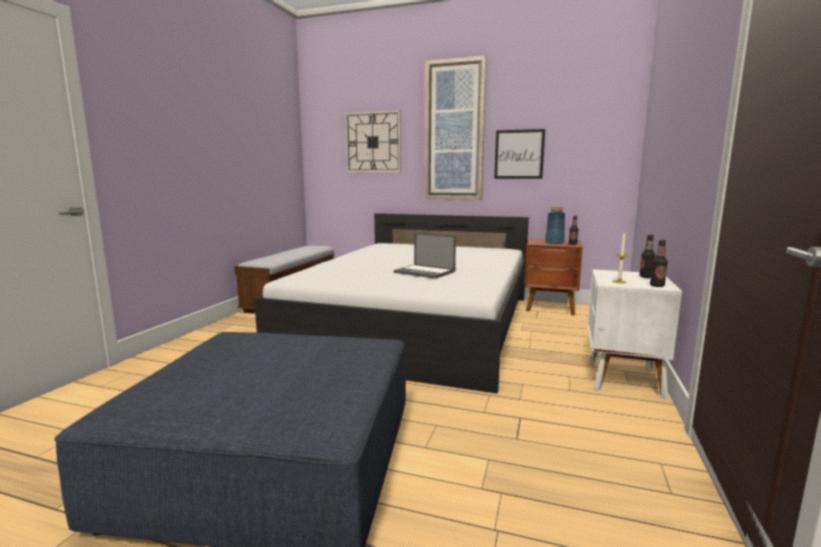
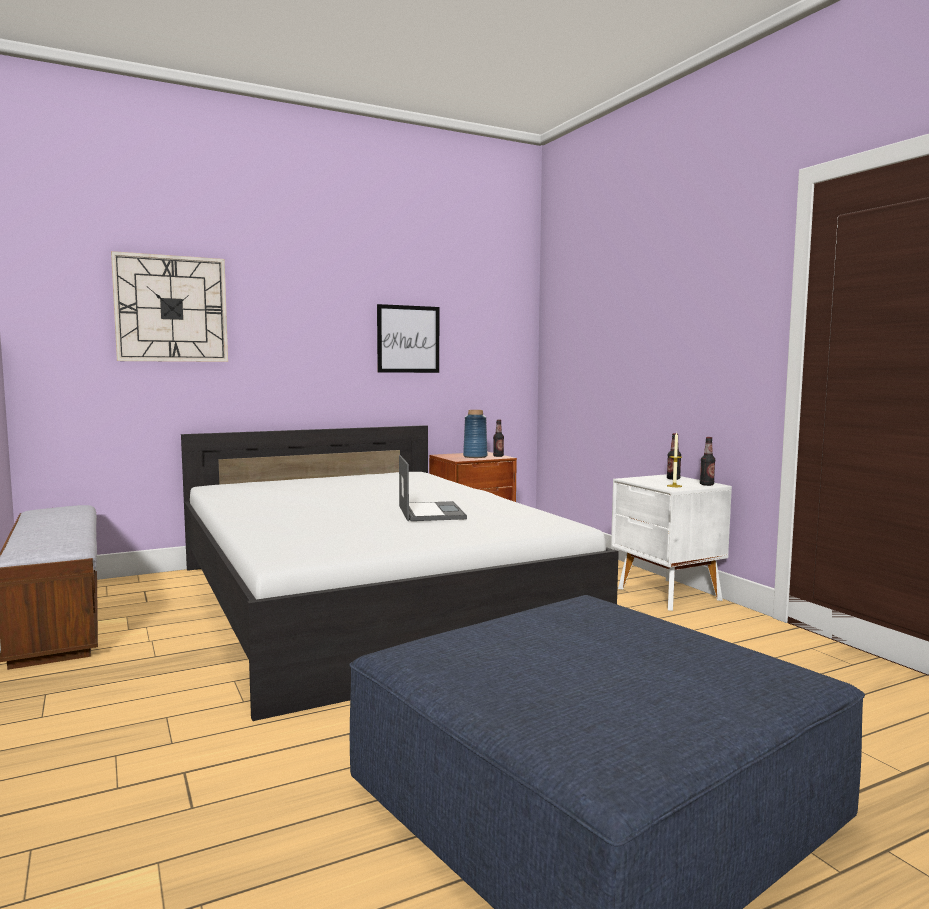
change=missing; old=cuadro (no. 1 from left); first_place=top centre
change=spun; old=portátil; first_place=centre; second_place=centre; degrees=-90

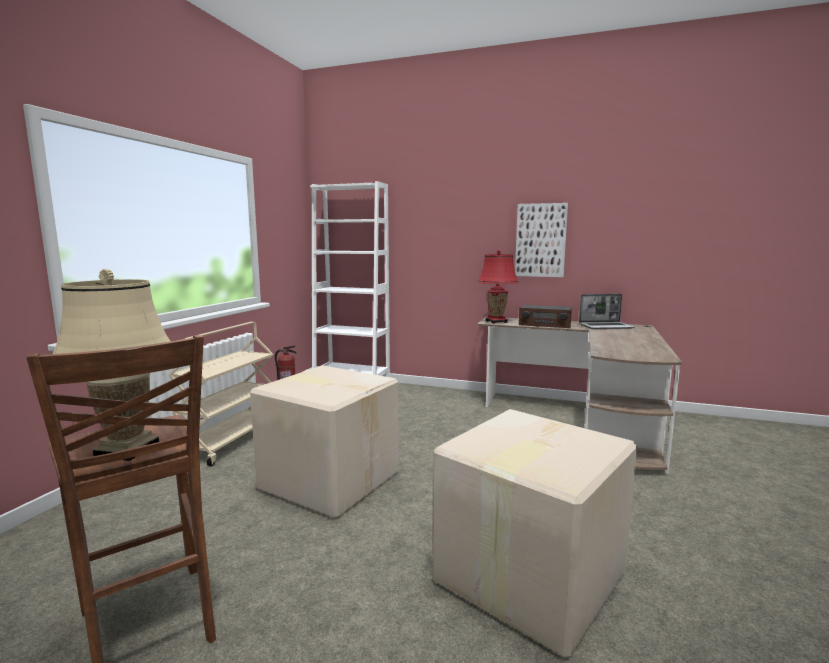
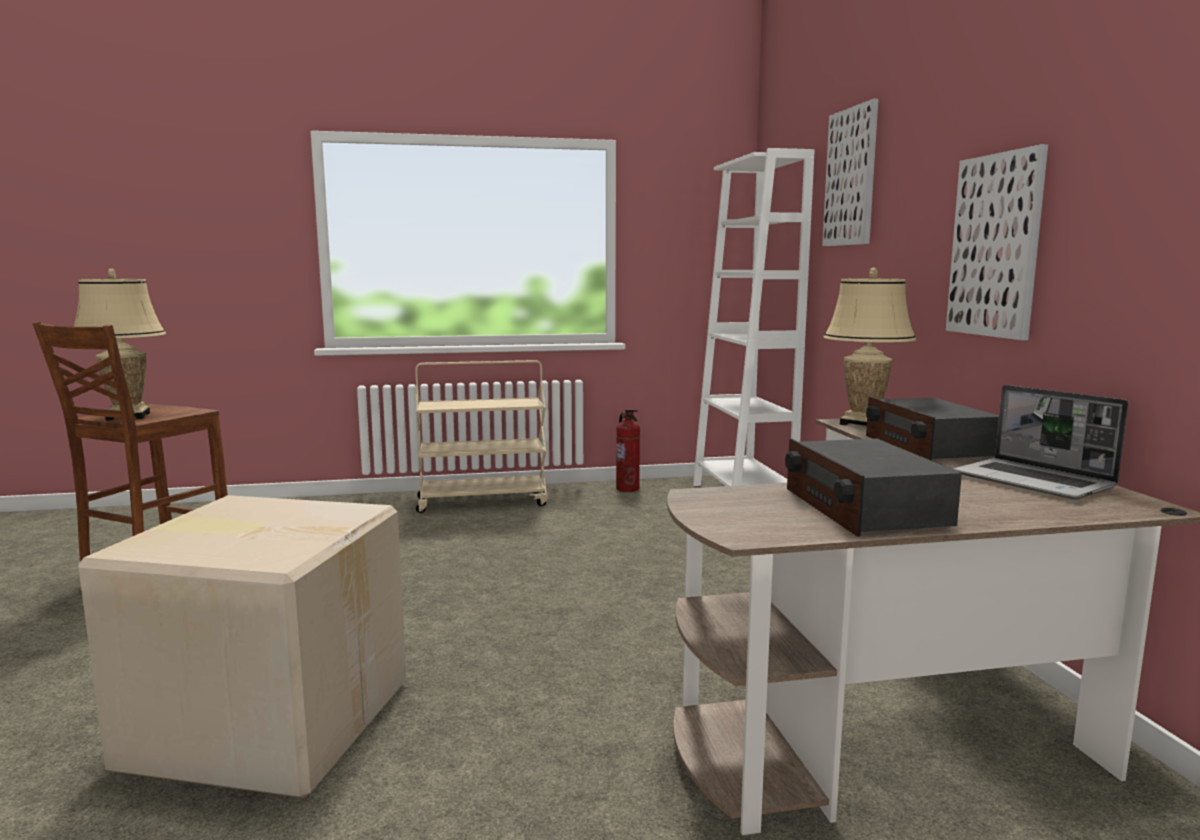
change=colour; old=lámpara de mesa [rojo]; new=lámpara de mesa [beis] (no. 2 from left); first_place=centre; second_place=middle right
change=missing; old=caja de cartón (no. 1 from left); first_place=centre
change=appeared; new=cuadro (no. 1 from left); second_place=top right
change=appeared; new=radio (no. 1 from left); second_place=middle right

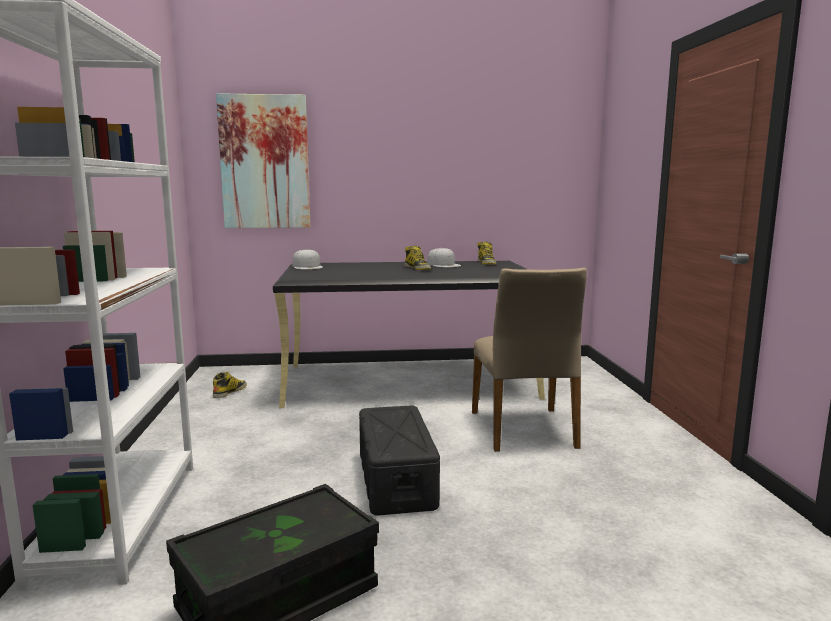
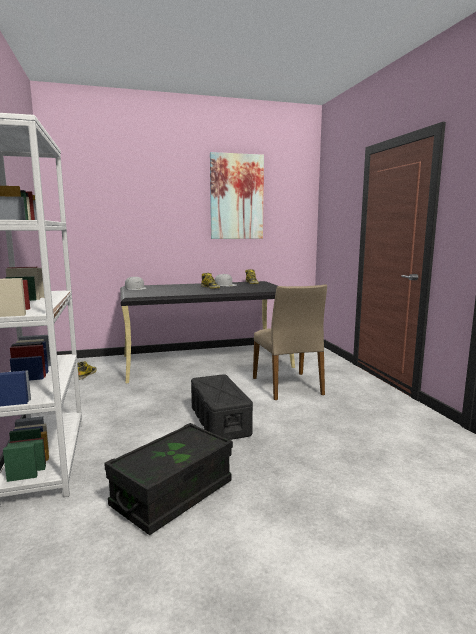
change=relocated; old=cuadro; first_place=top left; second_place=top centre

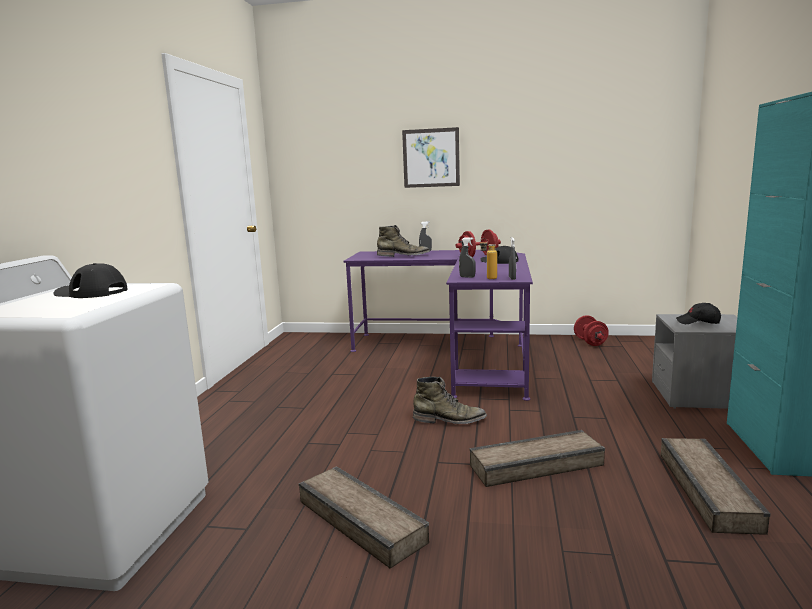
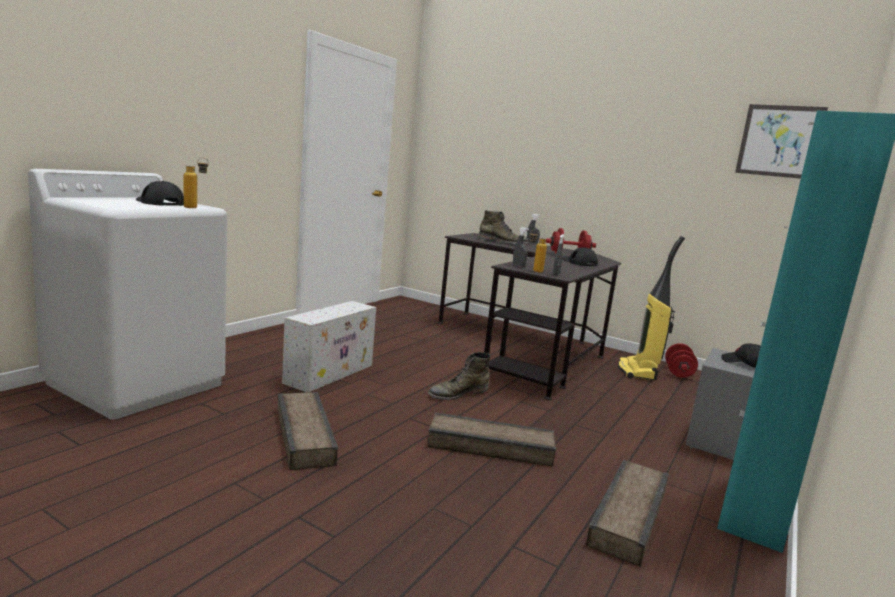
change=relocated; old=cuadro; first_place=top centre; second_place=top right
change=colour; old=escritorio [morado]; new=escritorio [negro]; first_place=centre; second_place=centre
change=spun; old=bota [verde] (no. 2 from left in the first image); first_place=centre; second_place=centre; degrees=120
change=appeared; new=botella (no. 1 from left); second_place=top left
change=appeared; new=aspiradora; second_place=middle right
change=appeared; new=caja de almacenaje [blanco]; second_place=centre

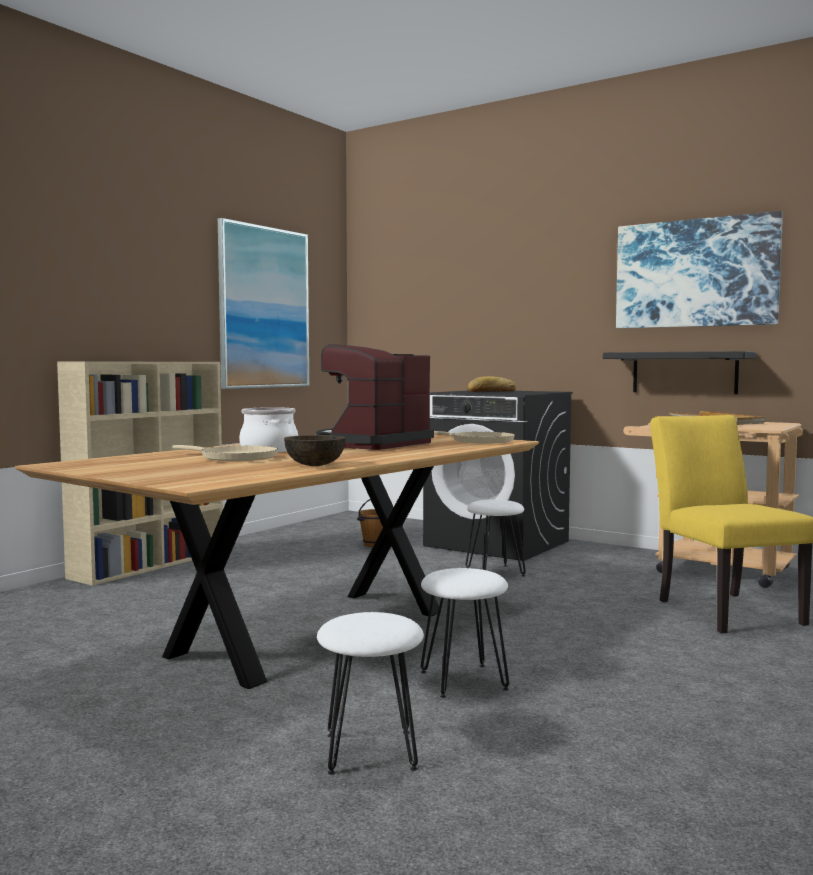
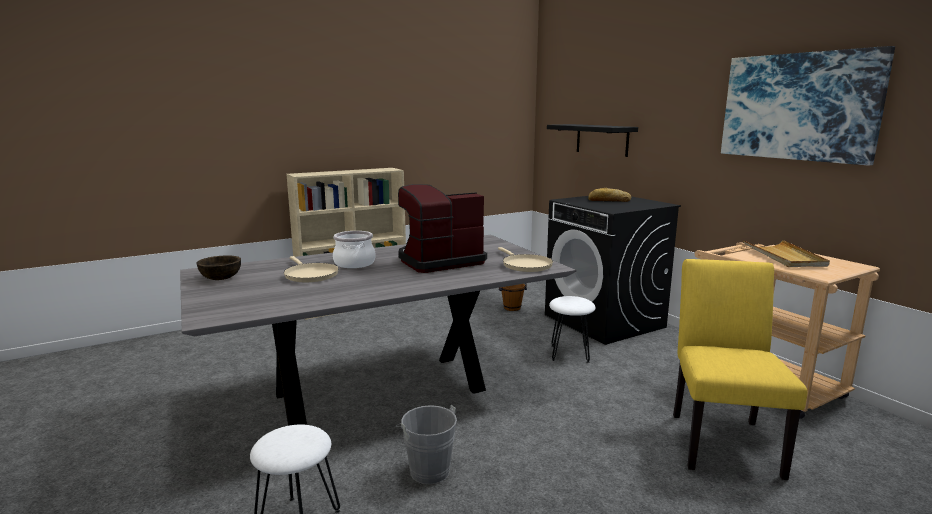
change=missing; old=cuadro (no. 1 from left); first_place=middle left
change=relocated; old=estante [negro]; first_place=middle right; second_place=top centre
change=colour; old=mesa de comedor [marrón]; new=mesa de comedor [gris]; first_place=centre; second_place=centre
change=relocated; old=cuenco [marrón]; first_place=centre; second_place=middle left
change=exchanged; old=taburete [blanco] (no. 2 from left); new=cubo [gris]; first_place=bottom centre; second_place=bottom centre

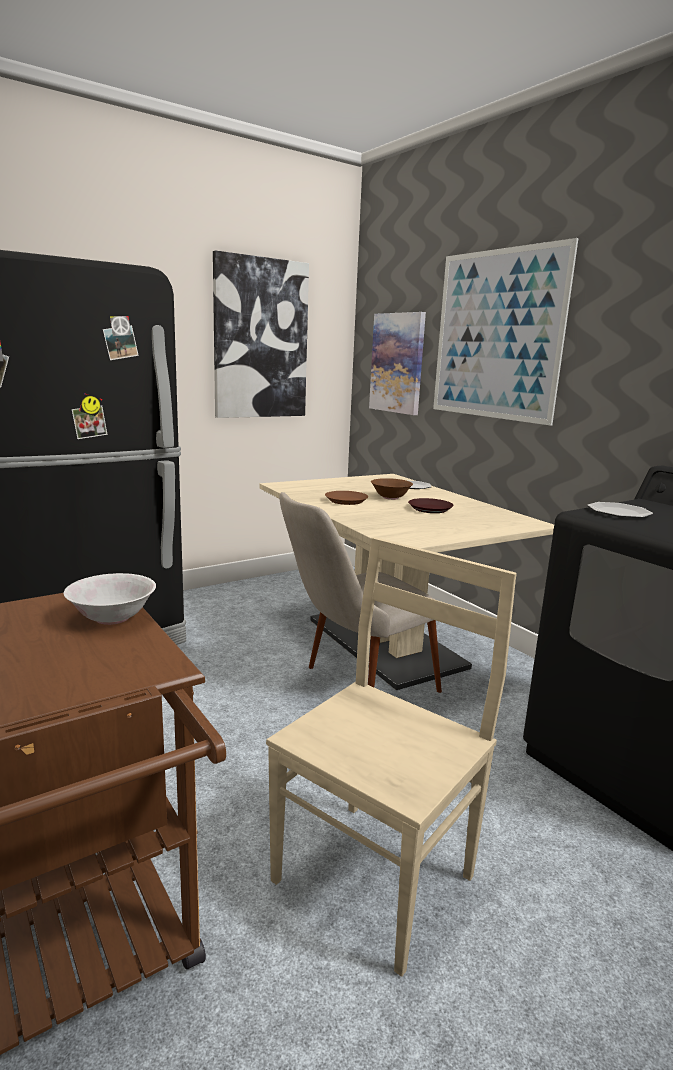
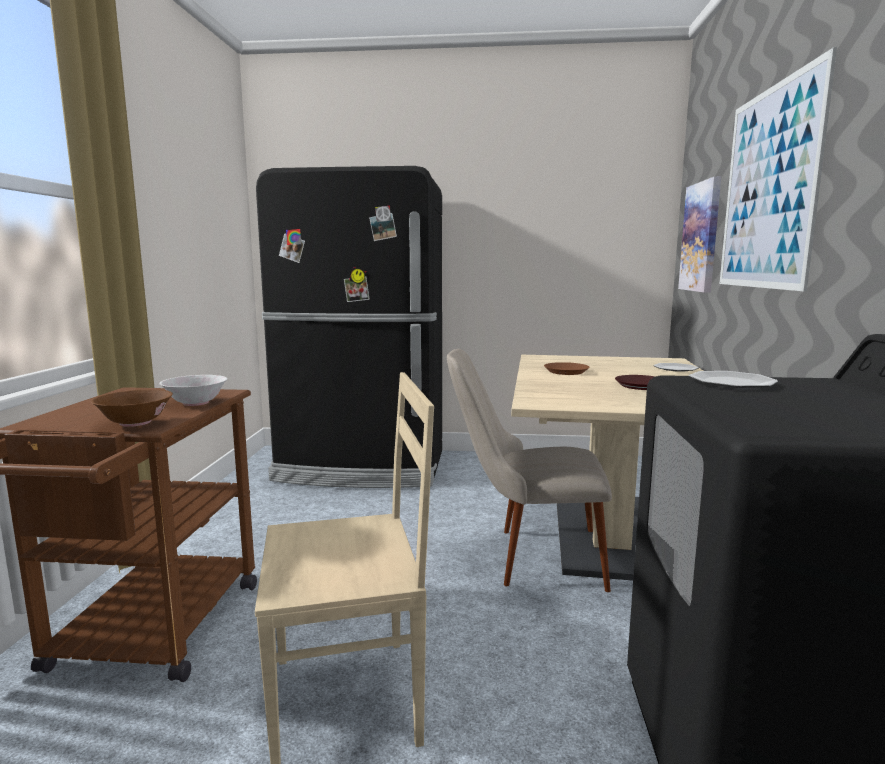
change=missing; old=cuadro (no. 1 from left); first_place=top centre
change=relocated; old=cuenco [marrón]; first_place=centre; second_place=middle left

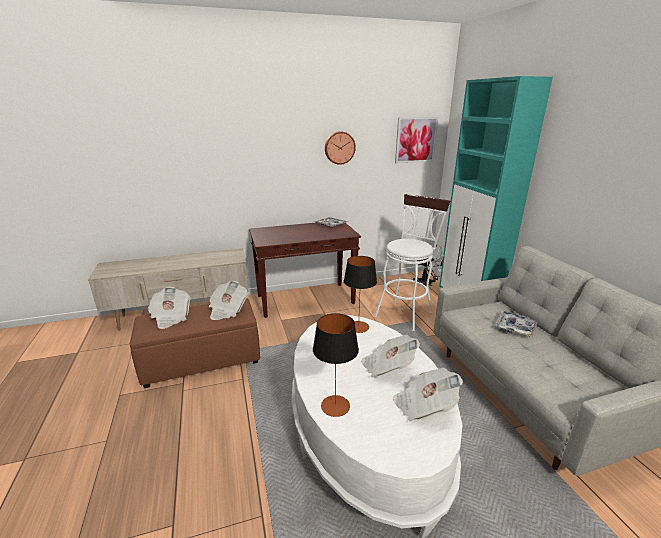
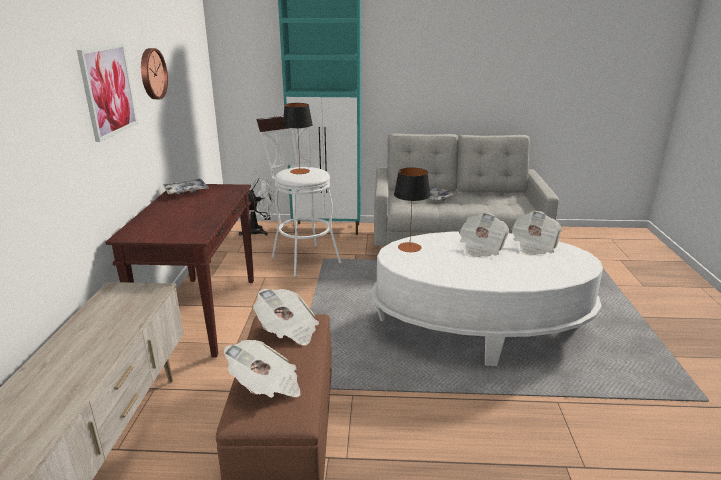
change=relocated; old=cuadro; first_place=top centre; second_place=top left
change=relocated; old=lámpara de mesa (no. 1 from left); first_place=bottom centre; second_place=top centre

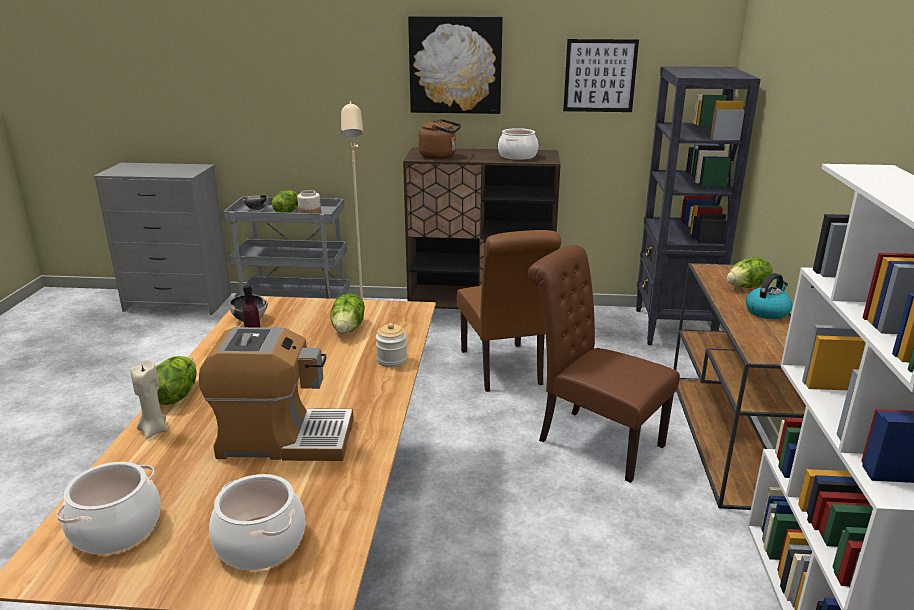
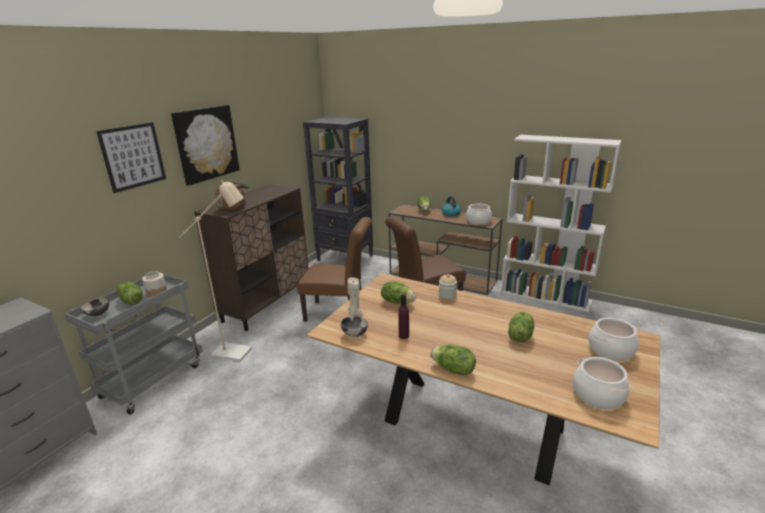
change=relocated; old=cuadro (no. 2 from left in the first image); new=cuadro (no. 1 from left); first_place=top centre; second_place=top left
change=relocated; old=olla (no. 3 from left in the first image); new=olla (no. 1 from left); first_place=top centre; second_place=centre
change=exchanged; old=cafetera; new=lechuga (no. 5 from left); first_place=middle left; second_place=middle right
change=relocated; old=vela [beis]; first_place=middle left; second_place=centre

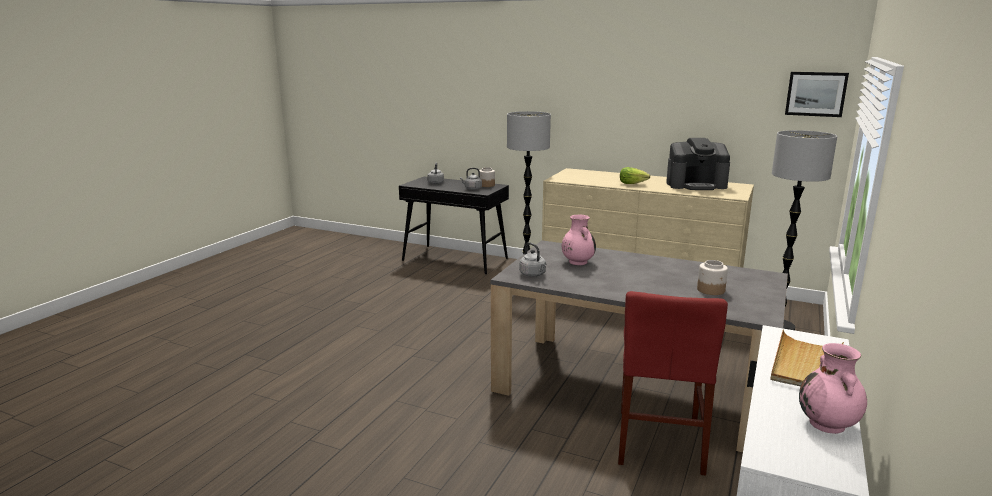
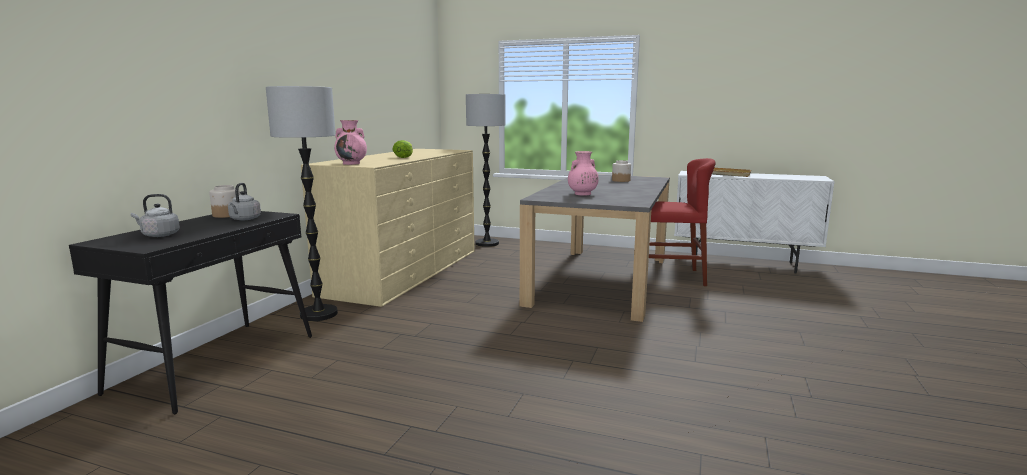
change=missing; old=cuadro; first_place=top right
change=missing; old=cafetera; first_place=top right
change=missing; old=hervidor [gris] (no. 3 from left); first_place=centre
change=relocated; old=florero [rosa] (no. 2 from left in the first image); new=florero [rosa] (no. 1 from left); first_place=bottom right; second_place=top centre

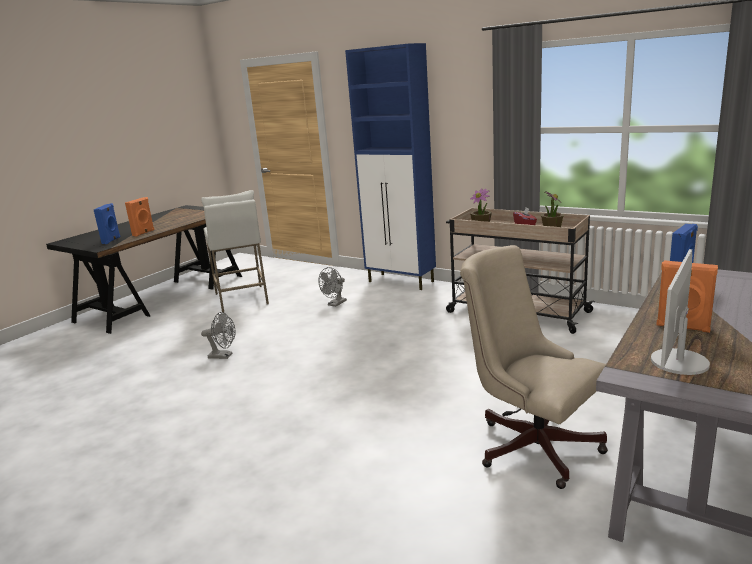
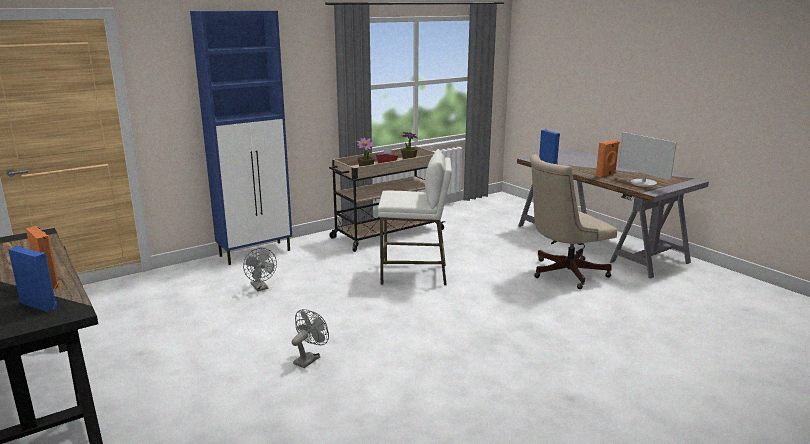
change=relocated; old=taburete [blanco]; first_place=middle left; second_place=centre

